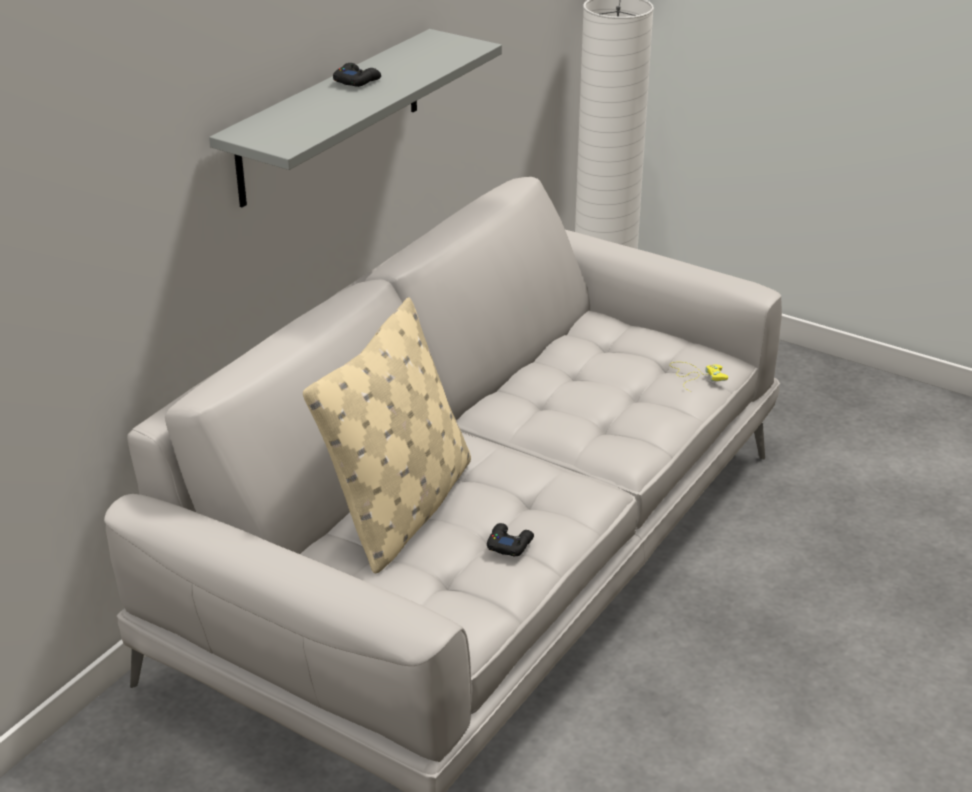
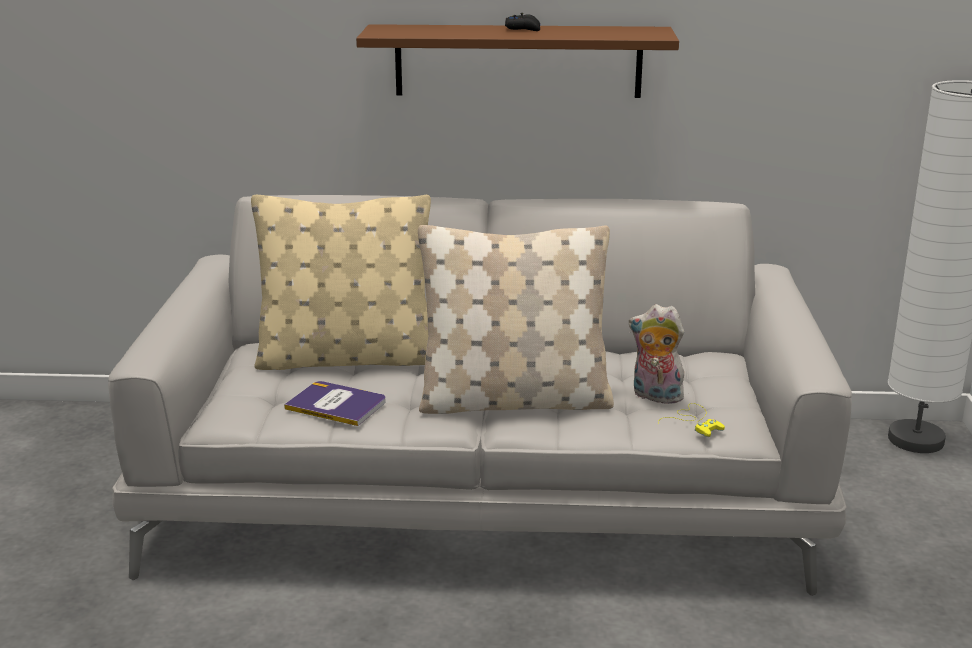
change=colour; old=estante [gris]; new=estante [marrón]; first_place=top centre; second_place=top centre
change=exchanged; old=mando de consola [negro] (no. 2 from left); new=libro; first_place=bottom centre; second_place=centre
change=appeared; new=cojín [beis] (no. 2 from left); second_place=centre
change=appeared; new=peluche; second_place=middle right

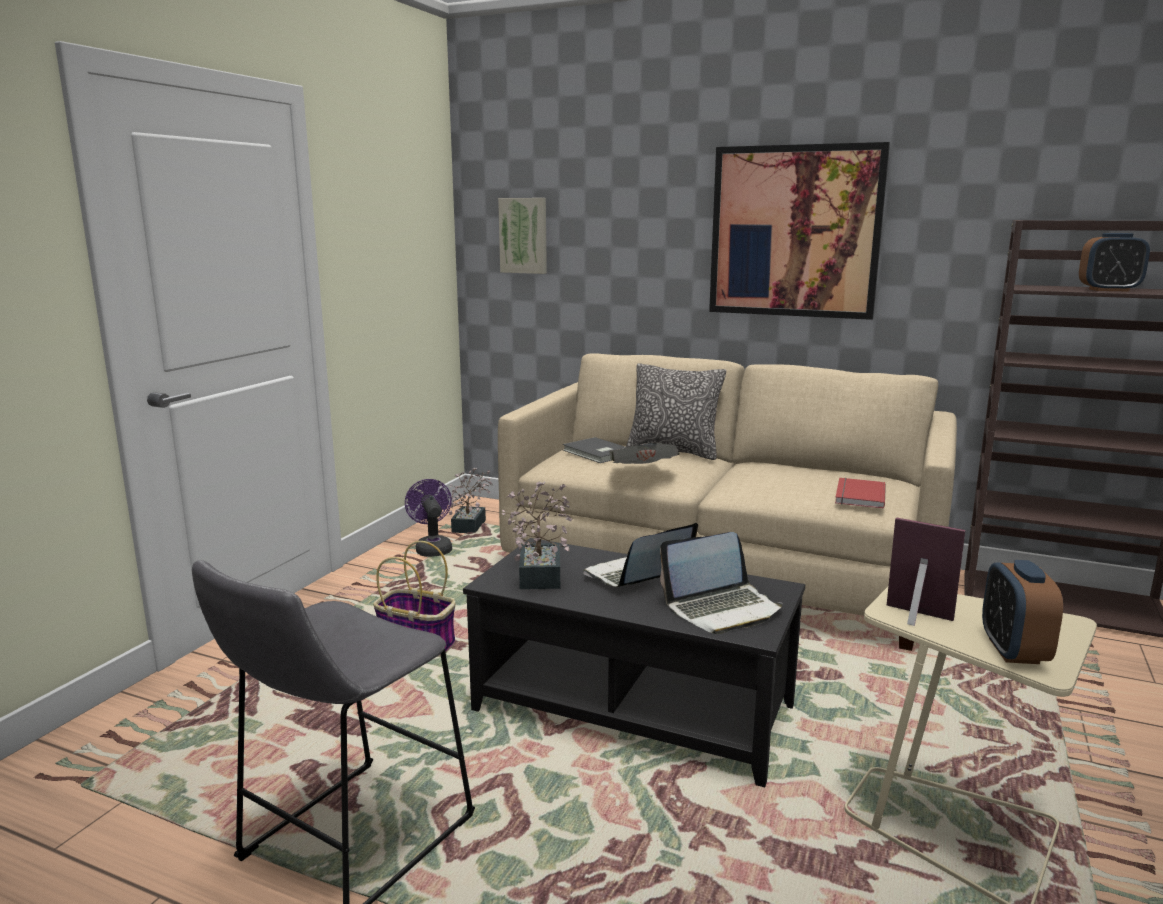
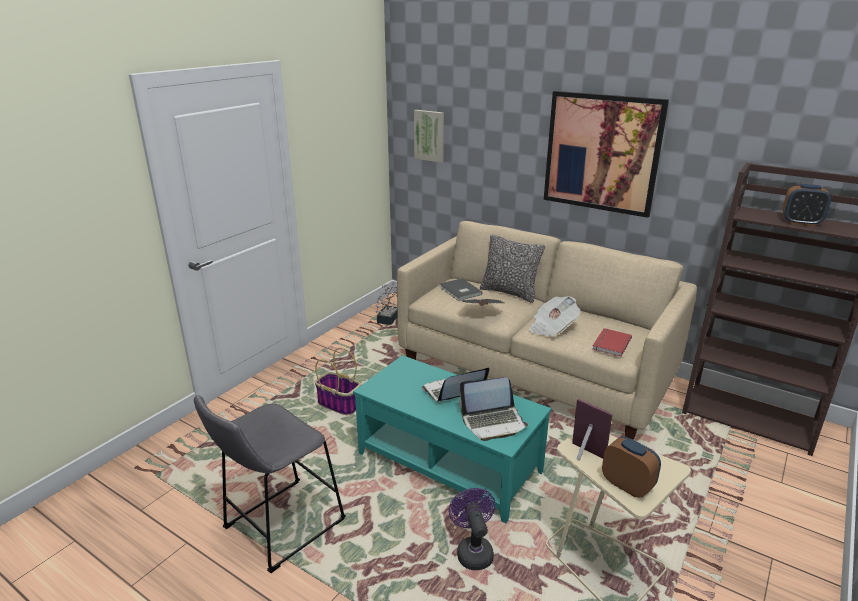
change=relocated; old=ventilador [morado]; first_place=centre; second_place=bottom centre
change=missing; old=planta en maceta (no. 2 from left); first_place=centre
change=colour; old=mesa de centro [negro]; new=mesa de centro [turquesa]; first_place=bottom centre; second_place=bottom centre
change=spun; old=despertador (no. 1 from left); first_place=bottom right; second_place=bottom right; degrees=120
change=appeared; new=periódico (no. 2 from left); second_place=centre

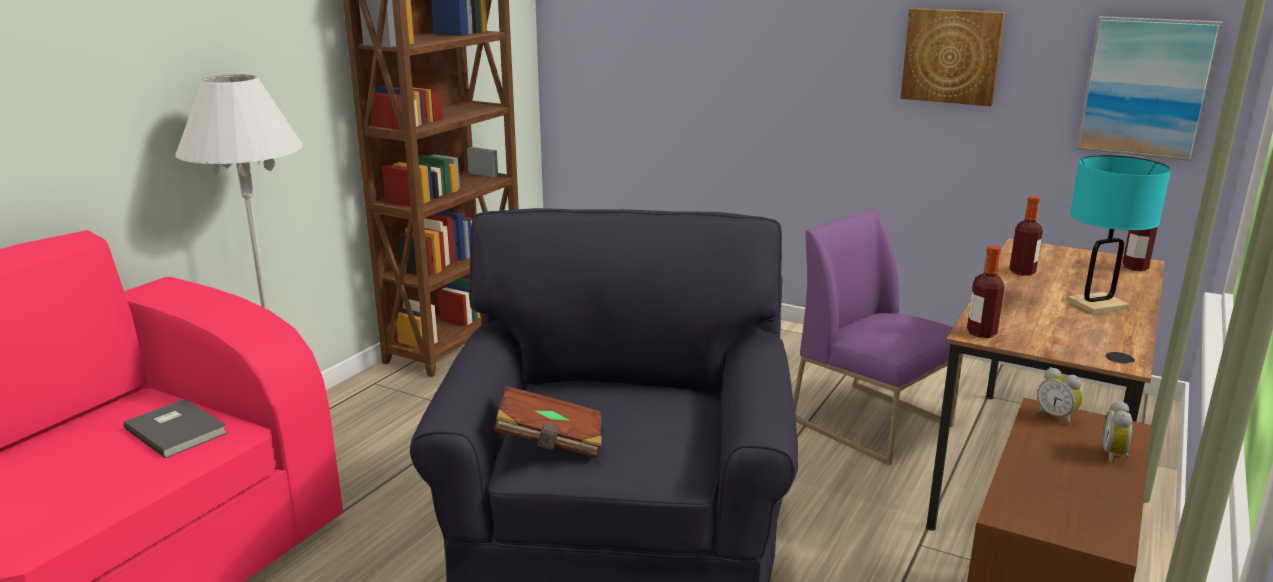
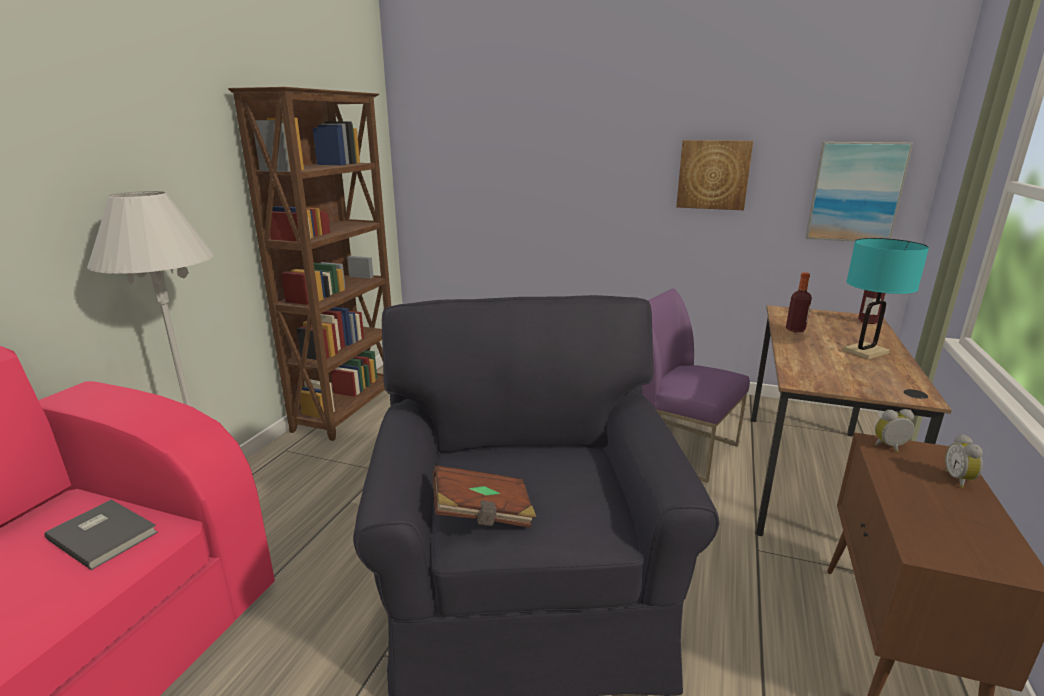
change=missing; old=botella (no. 1 from left); first_place=middle right
change=spun; old=despertador (no. 1 from left); first_place=bottom right; second_place=middle right; degrees=135

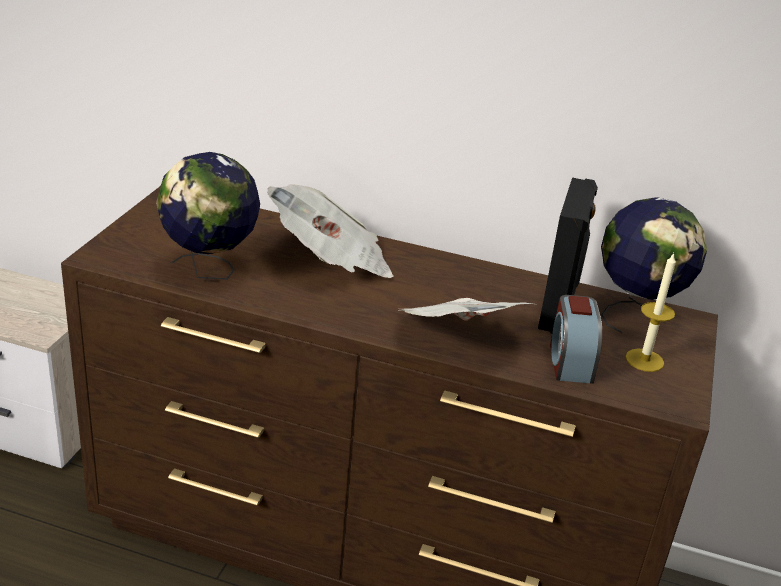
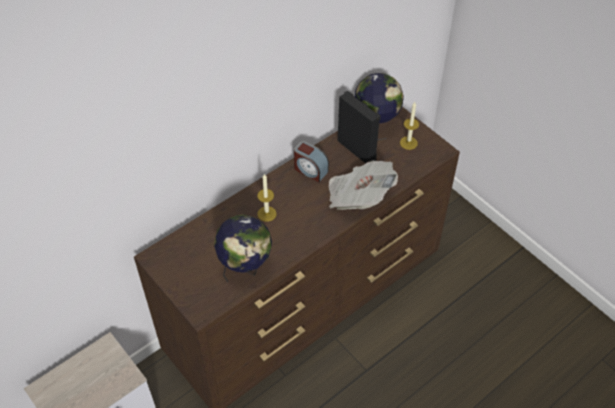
change=exchanged; old=periódico (no. 1 from left); new=vela (no. 1 from left); first_place=centre; second_place=centre
change=relocated; old=despertador; first_place=middle right; second_place=centre

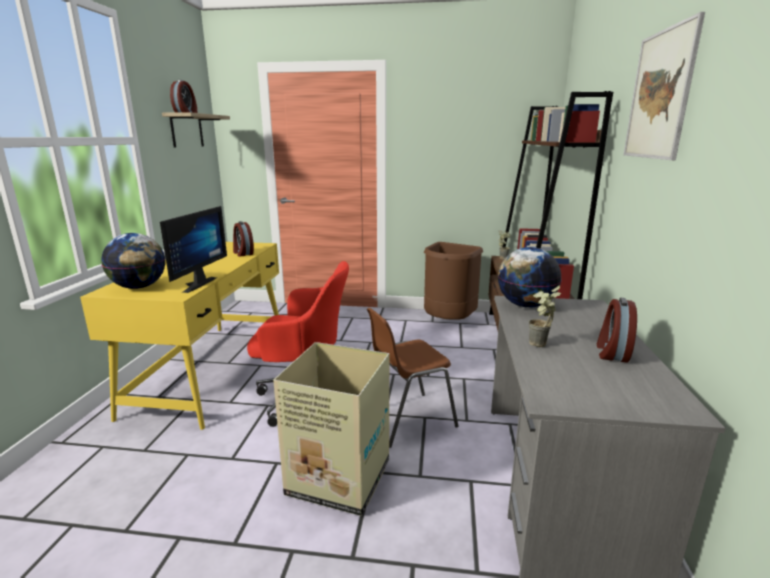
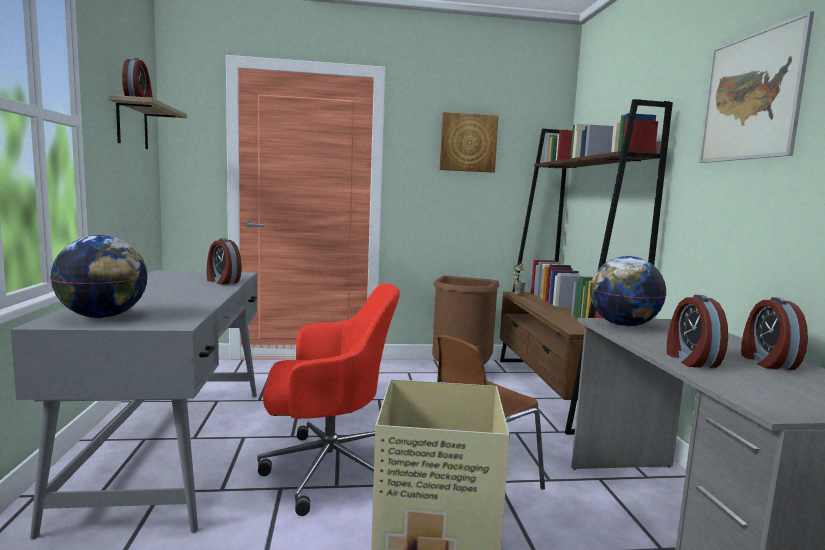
change=missing; old=monitor; first_place=middle left
change=colour; old=escritorio [amarillo]; new=escritorio [gris] (no. 1 from left); first_place=middle left; second_place=bottom left
change=exchanged; old=planta en maceta (no. 2 from left); new=despertador (no. 3 from left); first_place=middle right; second_place=middle right
change=appeared; new=cuadro (no. 1 from left); second_place=top centre

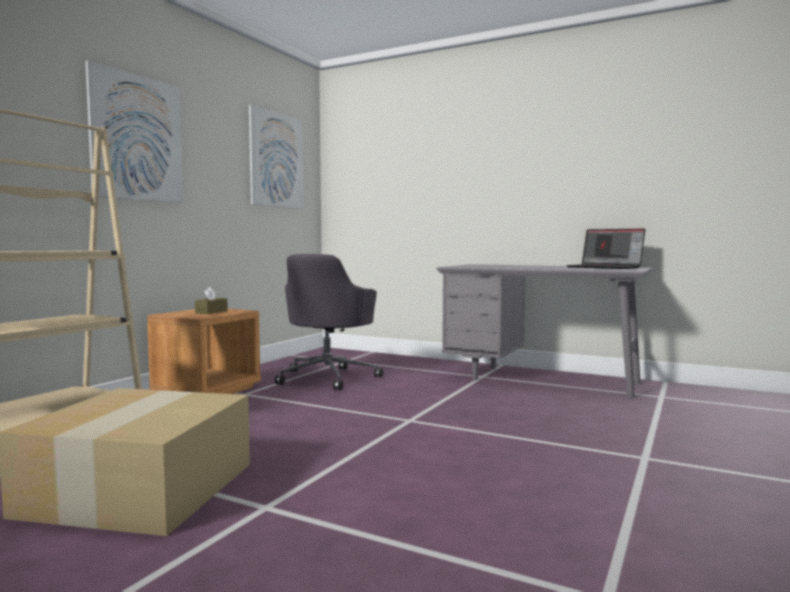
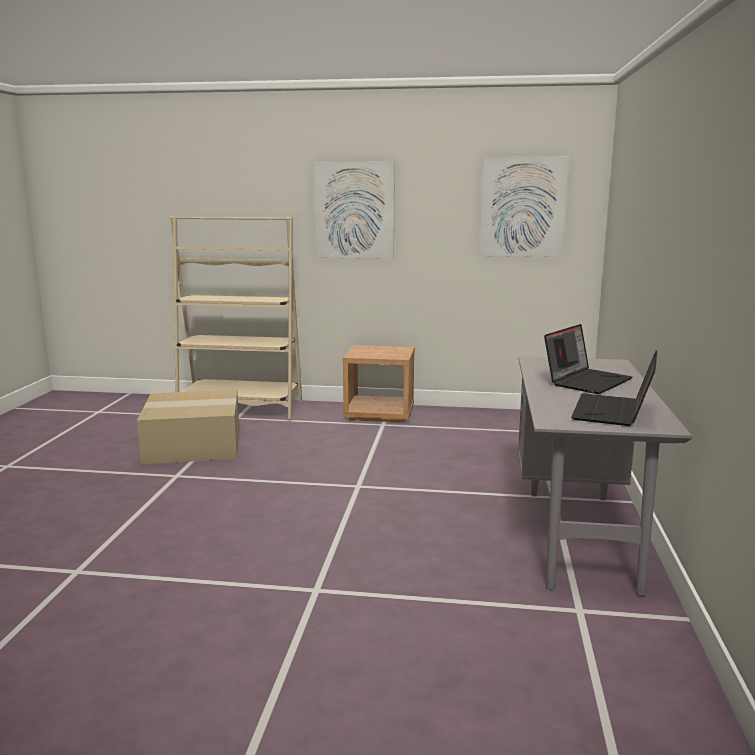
change=missing; old=silla de oficina [gris]; first_place=centre
change=missing; old=caja de pañuelos [marrón]; first_place=middle left
change=appeared; new=portátil (no. 1 from left); second_place=middle right

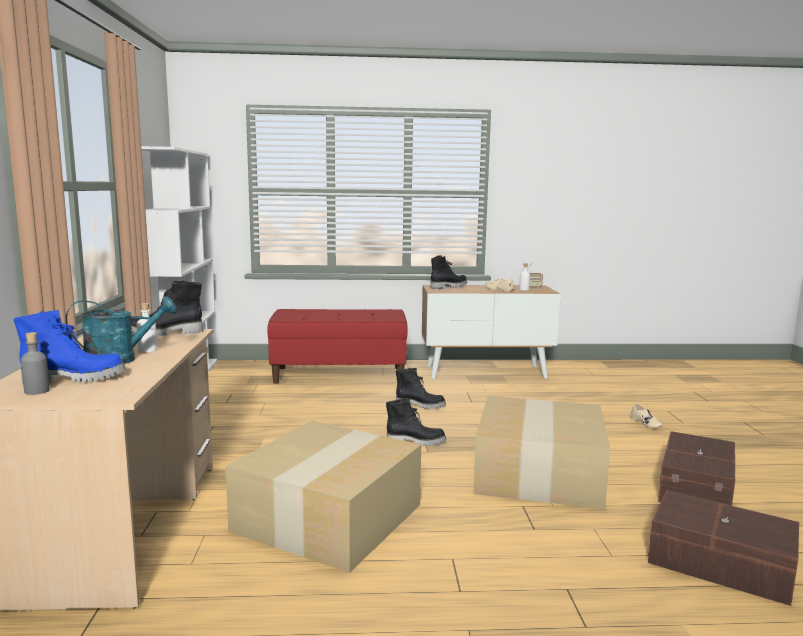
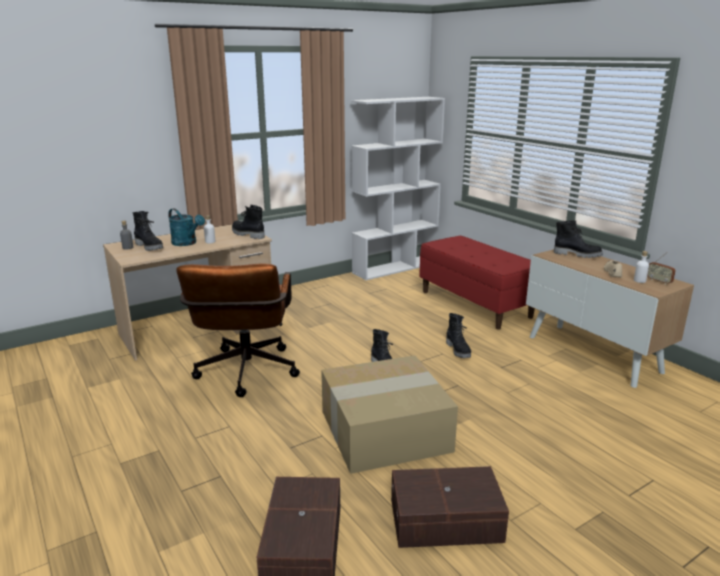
change=colour; old=bota [azul]; new=bota [negro] (no. 1 from left); first_place=middle left; second_place=middle left
change=missing; old=zapato [beis] (no. 2 from left); first_place=middle right
change=exchanged; old=caja de cartón (no. 1 from left); new=silla de oficina [marrón]; first_place=bottom centre; second_place=middle left

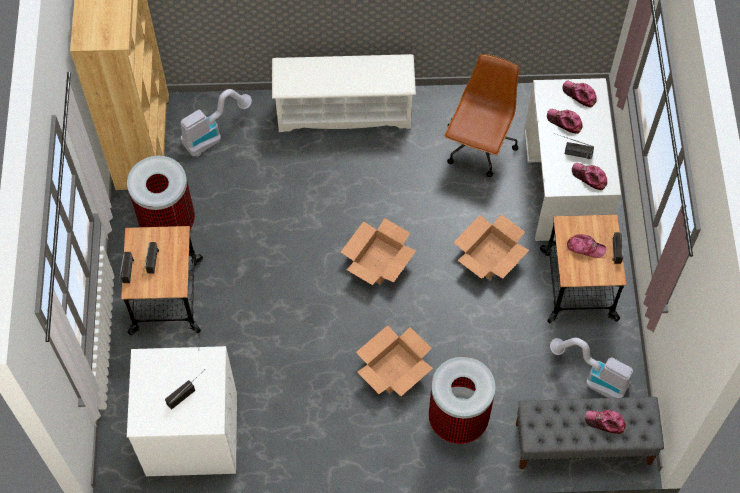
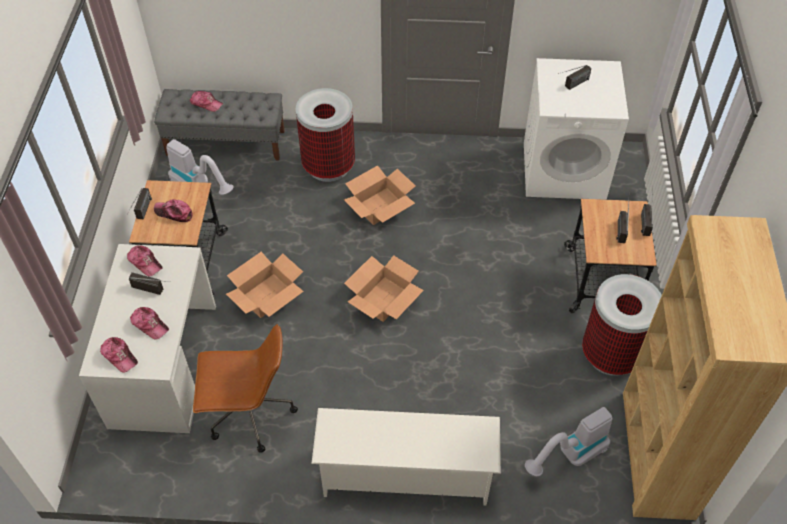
change=spun; old=silla de oficina [marrón]; first_place=top centre; second_place=bottom left; degrees=-120

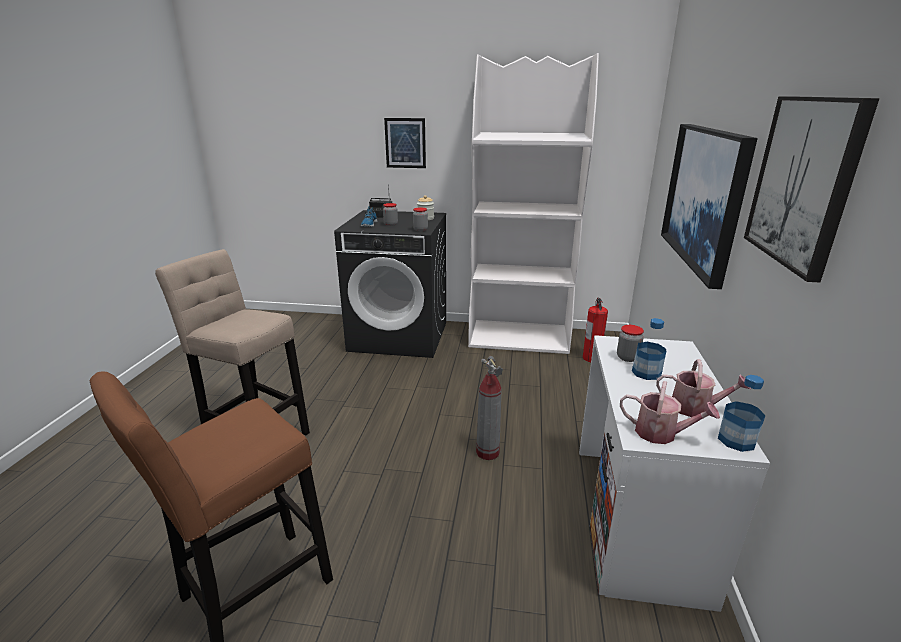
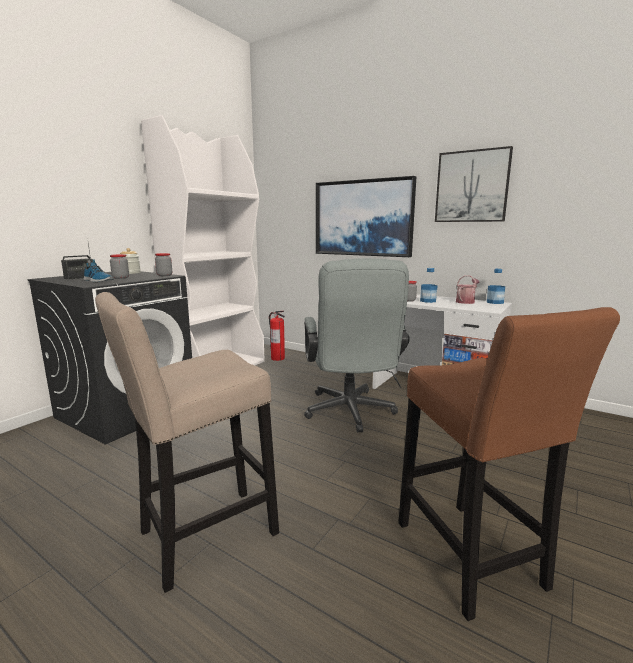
change=missing; old=cuadro (no. 1 from left); first_place=top centre
change=exchanged; old=extintor (no. 1 from left); new=silla de oficina [gris]; first_place=centre; second_place=centre
change=missing; old=regadera (no. 1 from left); first_place=middle right

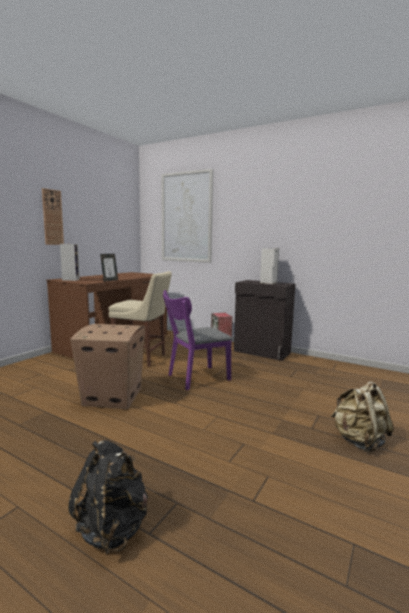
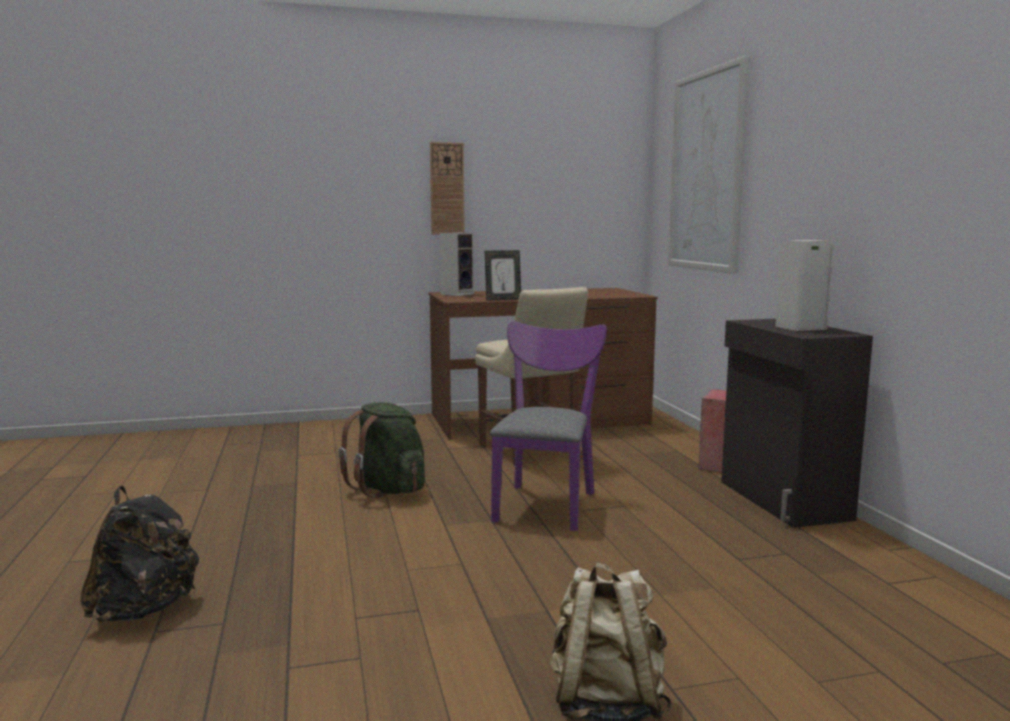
change=spun; old=silla [morado]; first_place=centre; second_place=centre; degrees=90
change=exchanged; old=caja de cartón; new=mochila [verde]; first_place=middle left; second_place=centre

